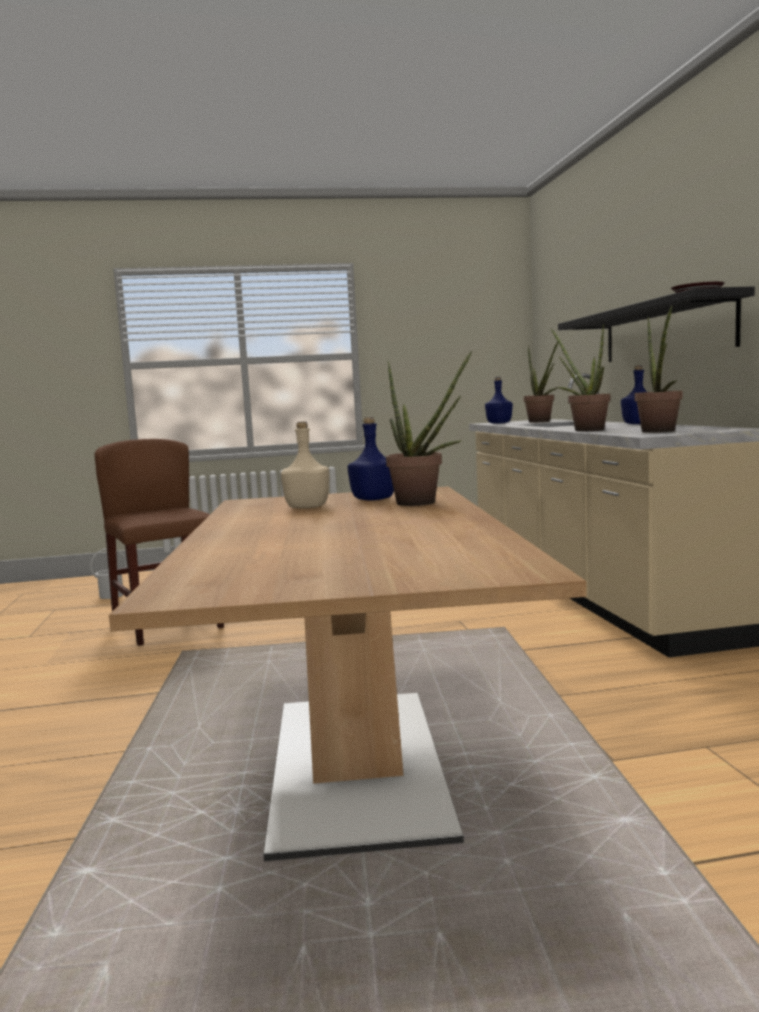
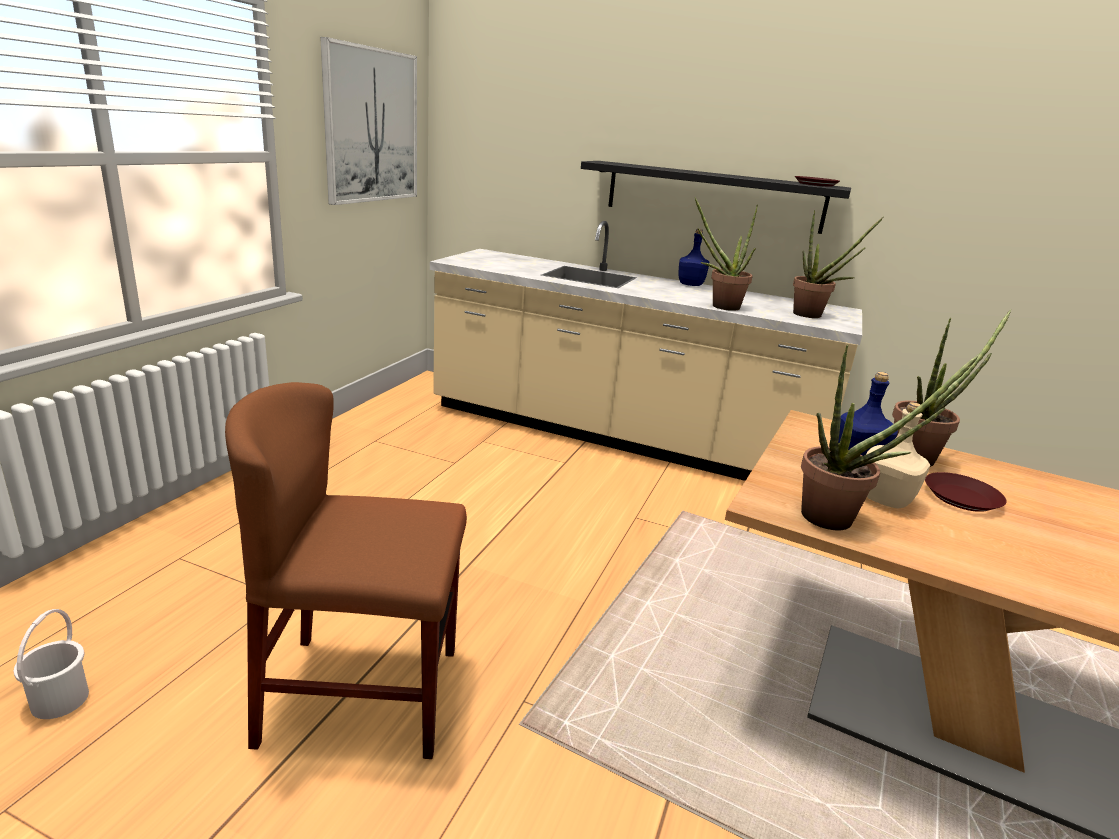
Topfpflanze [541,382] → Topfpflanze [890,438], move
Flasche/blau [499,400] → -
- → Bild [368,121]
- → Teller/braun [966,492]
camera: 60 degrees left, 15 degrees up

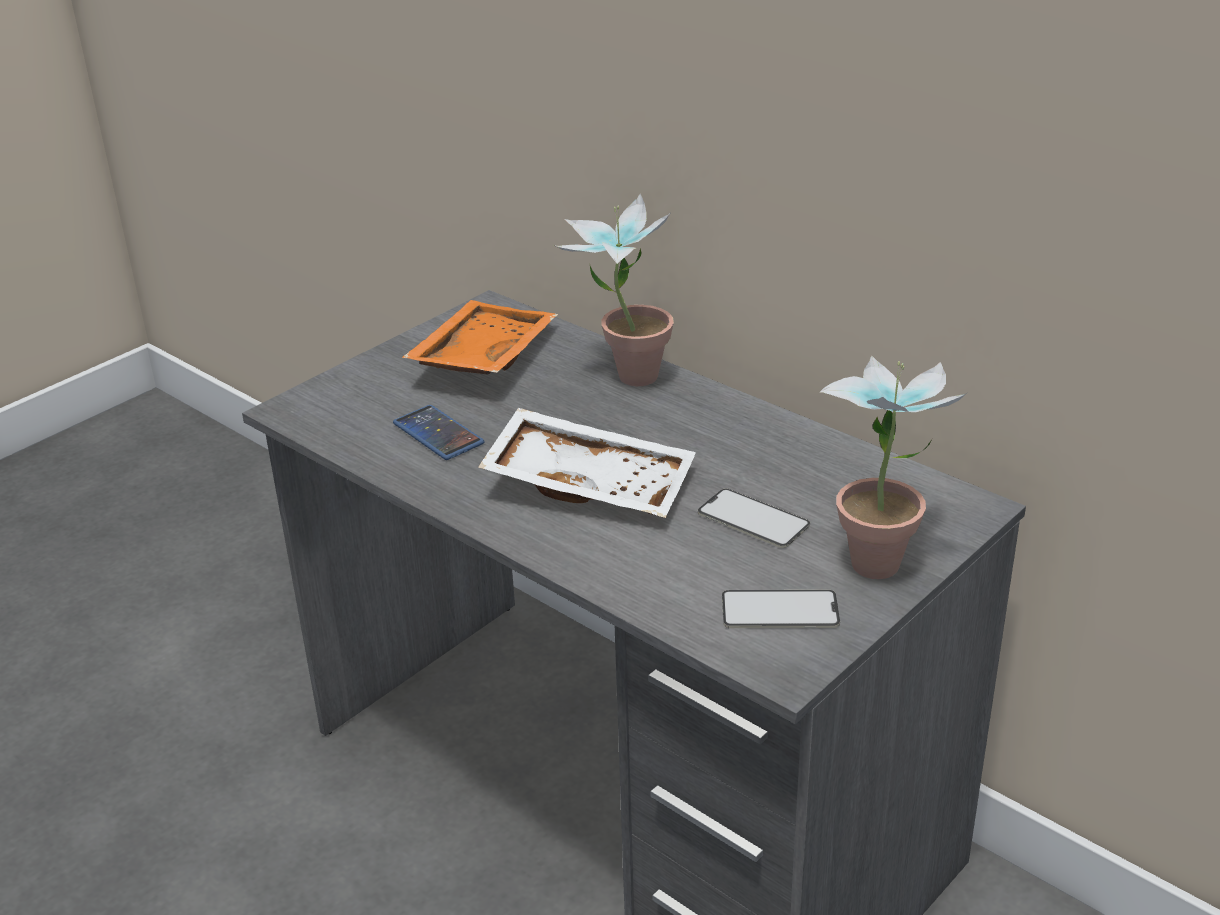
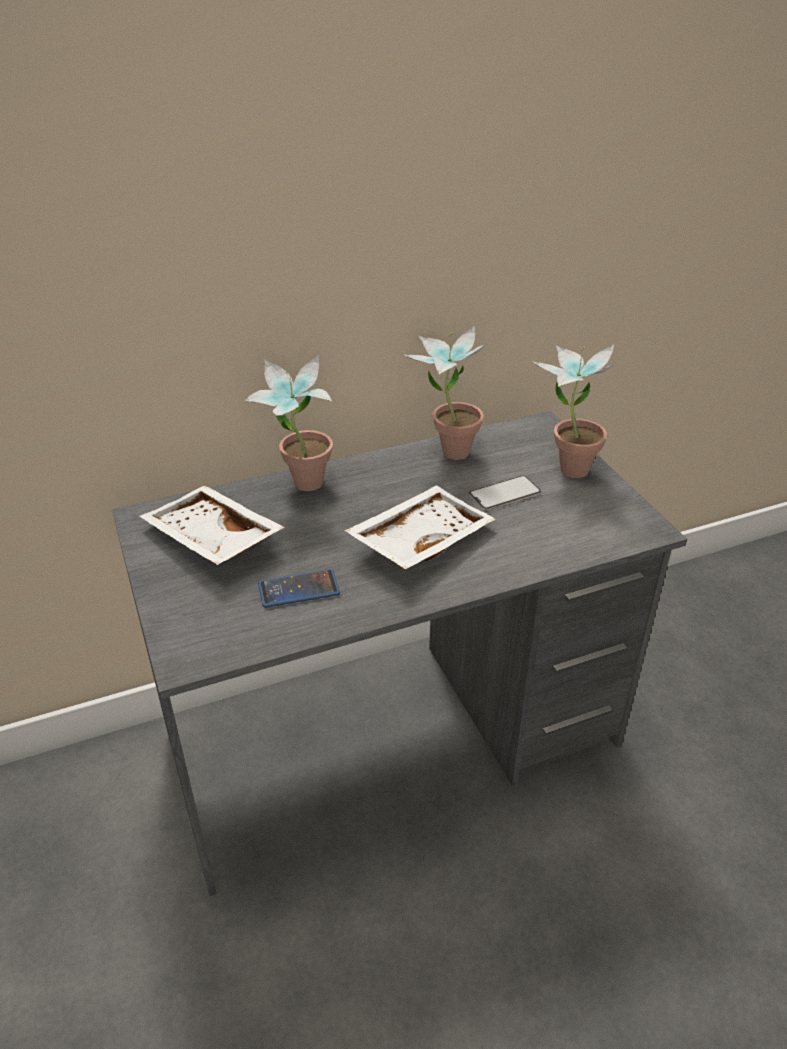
Tablett/orange [480,337] → Tablett/weiß [212,525]
Handy [781,609] → -
- → Topfpflanze [444,393]
camera: 65 degrees left, 5 degrees up

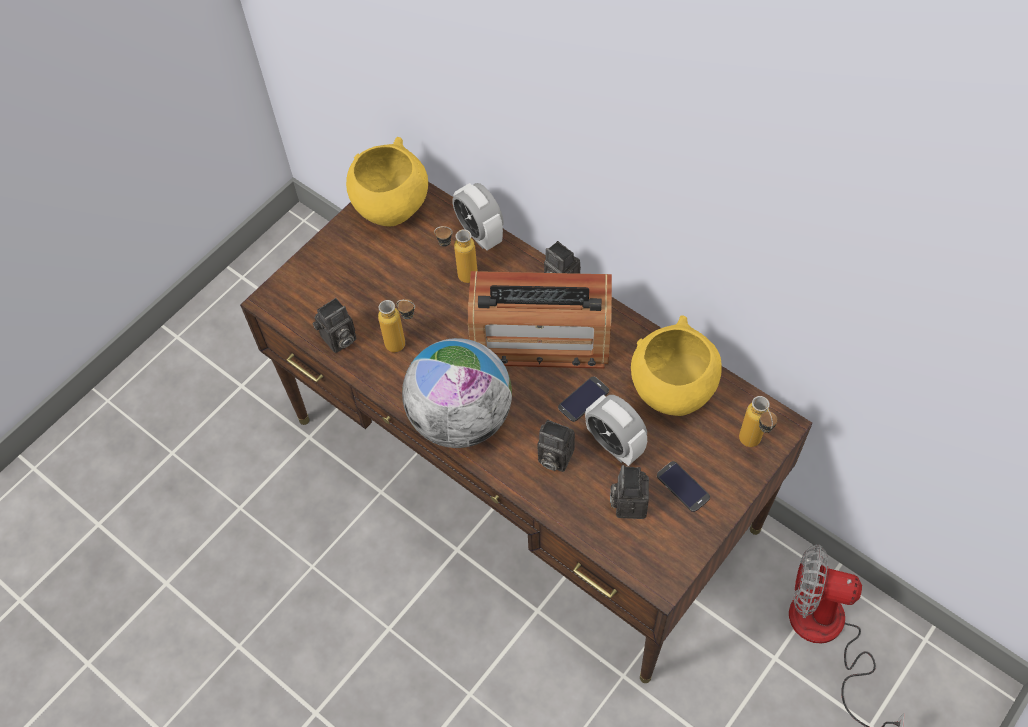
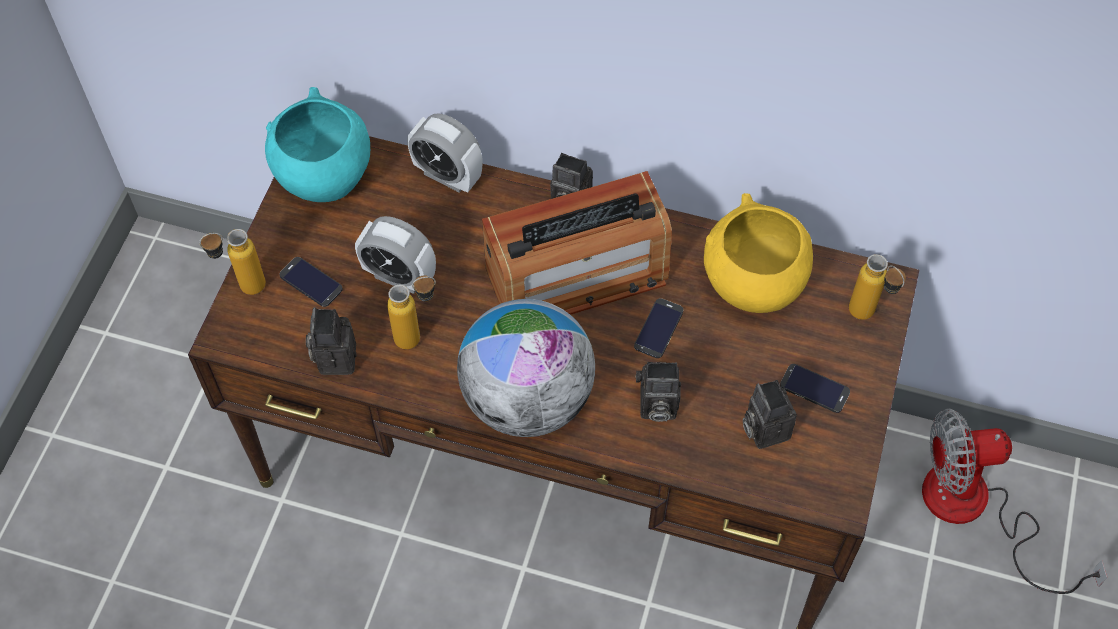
Schüssel/gelb [387,181] → Schüssel/türkis [317,144]
Flasche [456,254] → Flasche [232,262], move
Kamera [334,325] → Kamera [331,341], 150 degrees clockwise
Wecker [616,430] → Wecker [395,255], move
- → Handy [311,282]
camera: 25 degrees left, 0 degrees up

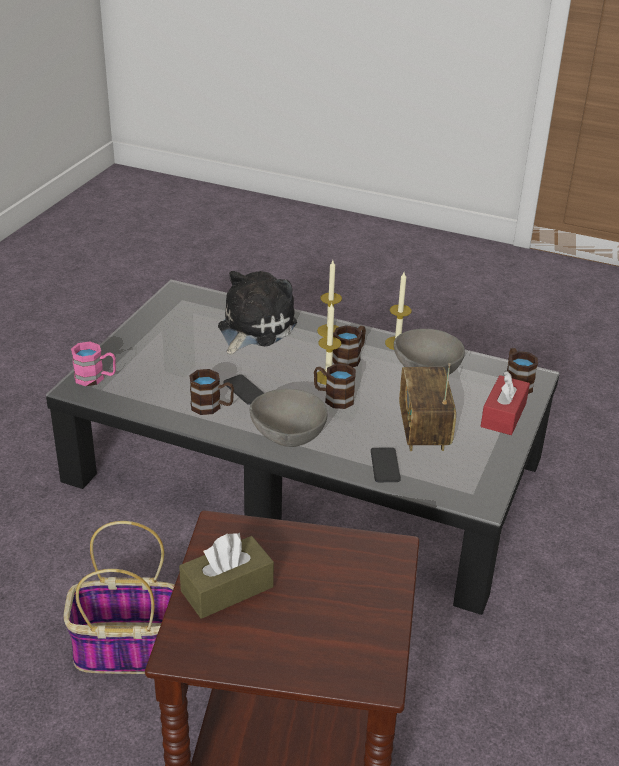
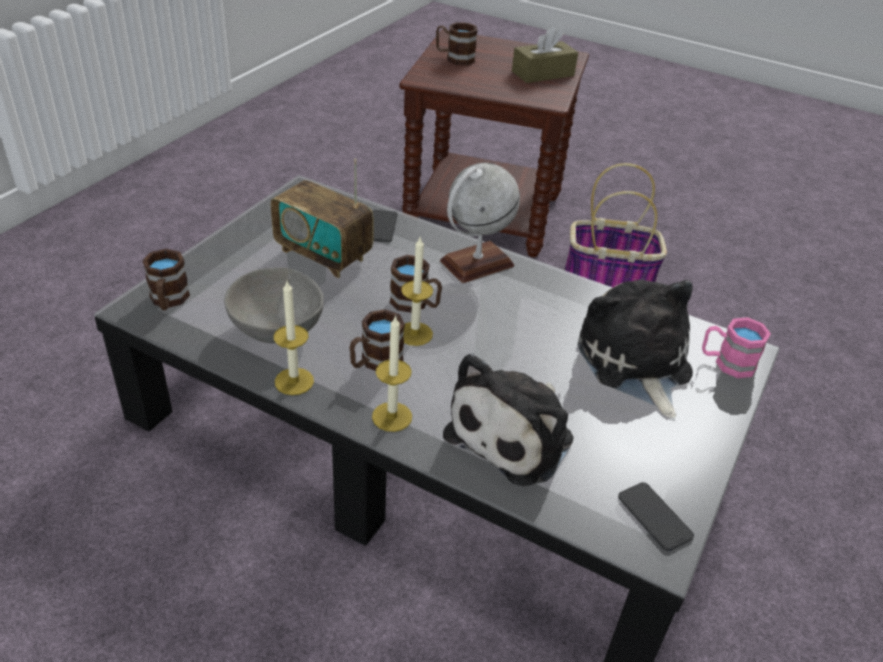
Radio [427,407] → Radio [322,218], 120 degrees clockwise
Henkelbecher/braun [211,392] → Henkelbecher/braun [457,43], move
Taschentuchbox/rot [505,403] → -
Handy [243,389] → Handy [656,516], move
Schüssel/grau [288,418] → Globus [480,223]
- → Plüschtier [635,348]
camera: 175 degrees left, 5 degrees up

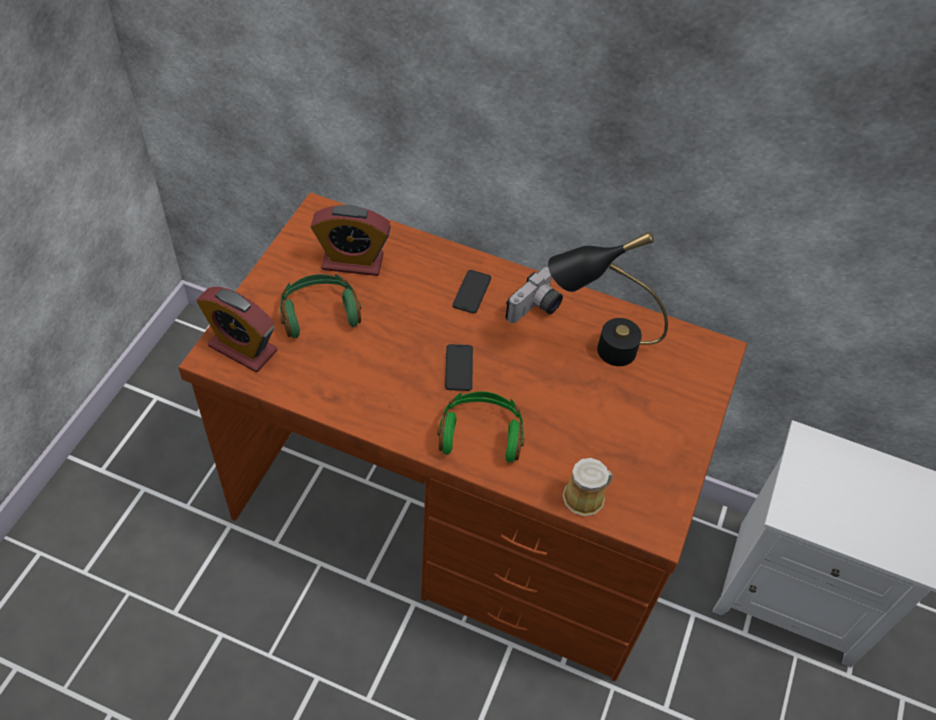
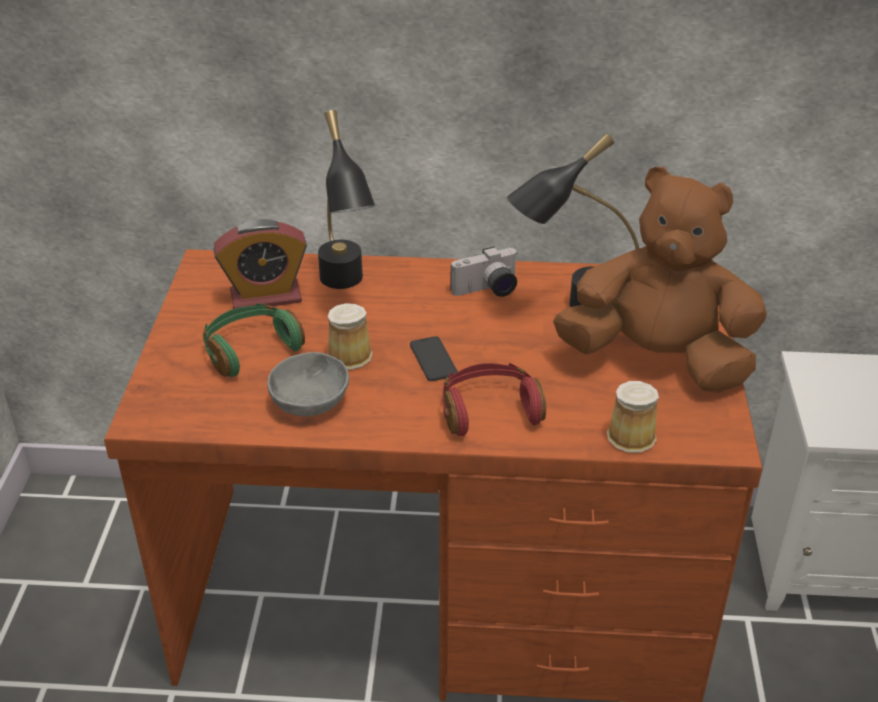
Kamera [534,295] → Kamera [484,271], 45 degrees clockwise
Handy [472,292] → -
Wecker [236,329] → -
Kopfhörer/grün [480,427] → Kopfhörer/rot [494,399]
- → Tischlampe/schwarz [346,199]
- → Plüschtier/braun [660,279]
- → Henkelbecher [350,336]
- → Schüssel/grau [308,384]
camera: 15 degrees left, 15 degrees down

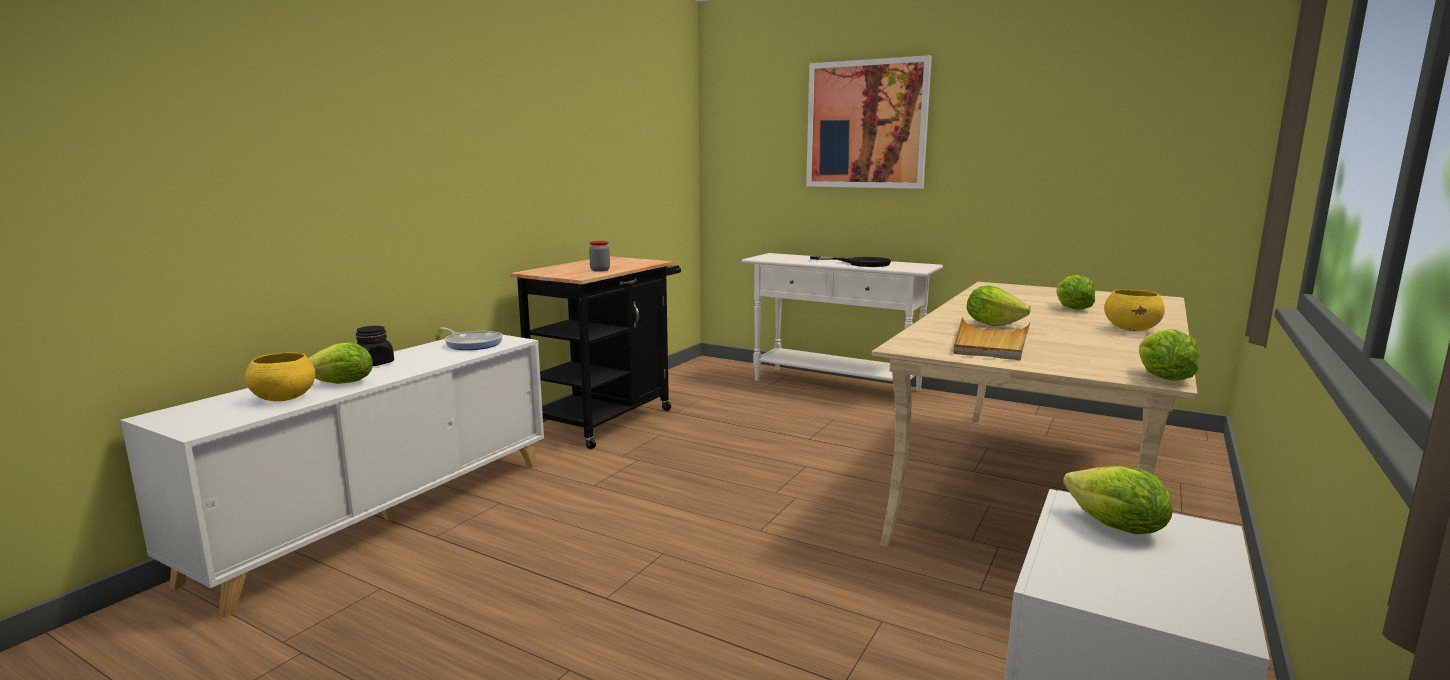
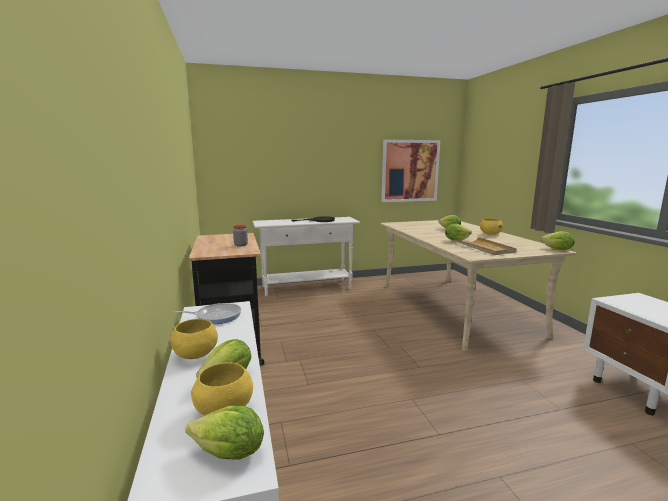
Bild [869,122] → Bild [410,170], move
Vorratsglas/schwarz [375,346] → Schüssel/gelb [194,339]
Salatkopf [1118,500] → Salatkopf [224,433], move
camera: 45 degrees left, 0 degrees up

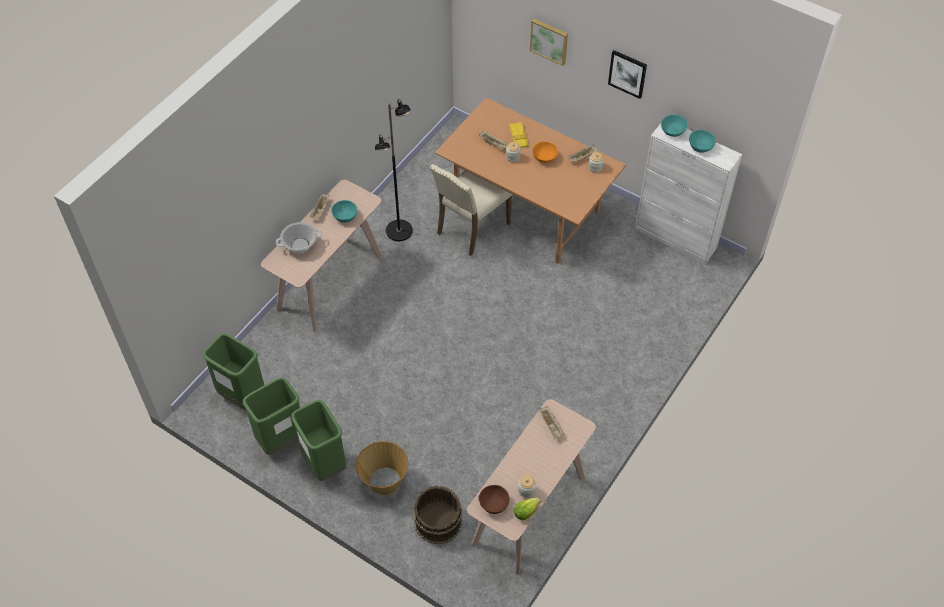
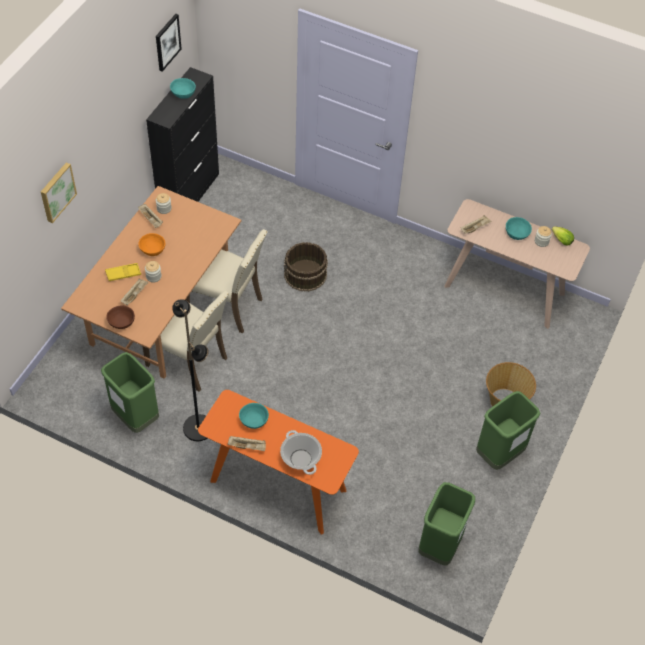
Bild [627,74] → Bild [168,43], move
Schüssel/türkis [674,126] → Schüssel/türkis [519,228], move
Schrank/weiß [688,193] → Schrank/schwarz [182,134]
Konsolentisch/beige [322,256] → Konsolentisch/orange [278,462]
Mülleimer/grün [271,416] → Mülleimer/grün [130,392], move
Schüssel/braun [494,499] → Schüssel/braun [120,317], move
Eimer/braun [438,515] → Eimer/braun [306,267], move
- → Stuhl/beige [227,281]
camera: 100 degrees left, 0 degrees up

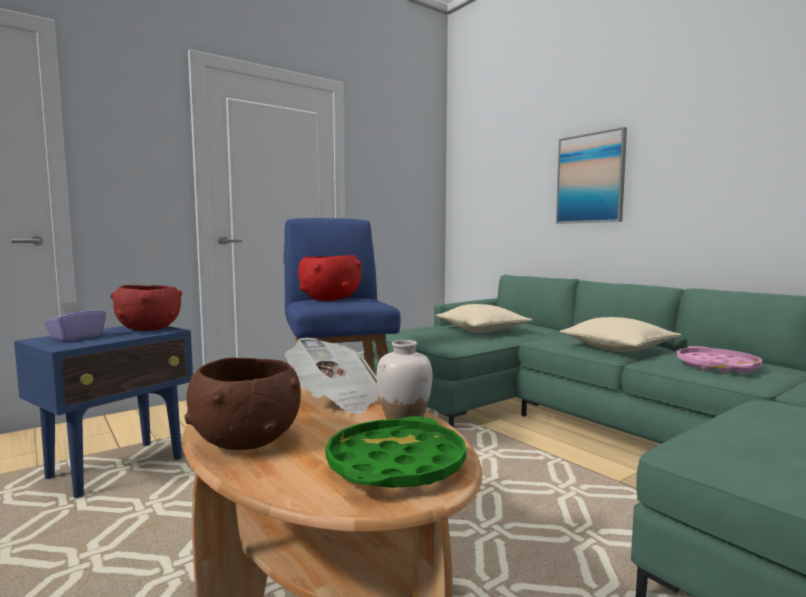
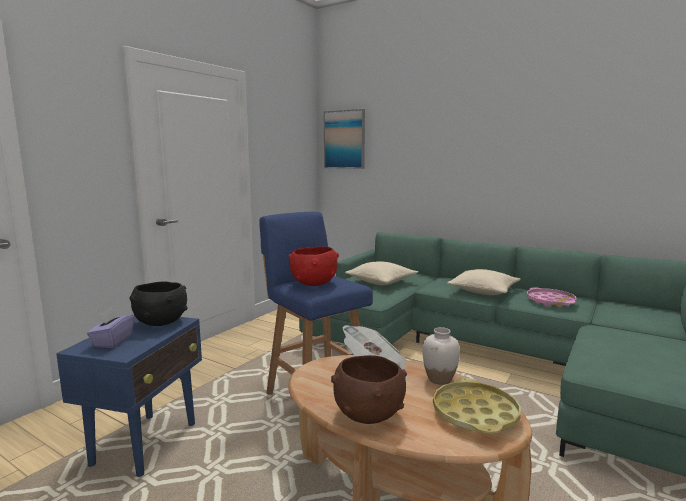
Bild [591,175] → Bild [344,139], move
Schüssel/rot [146,308] → Schüssel/schwarz [158,304]
Tablett/grün [395,452] → Tablett/gelb [477,406]
camera: 20 degrees left, 5 degrees up

